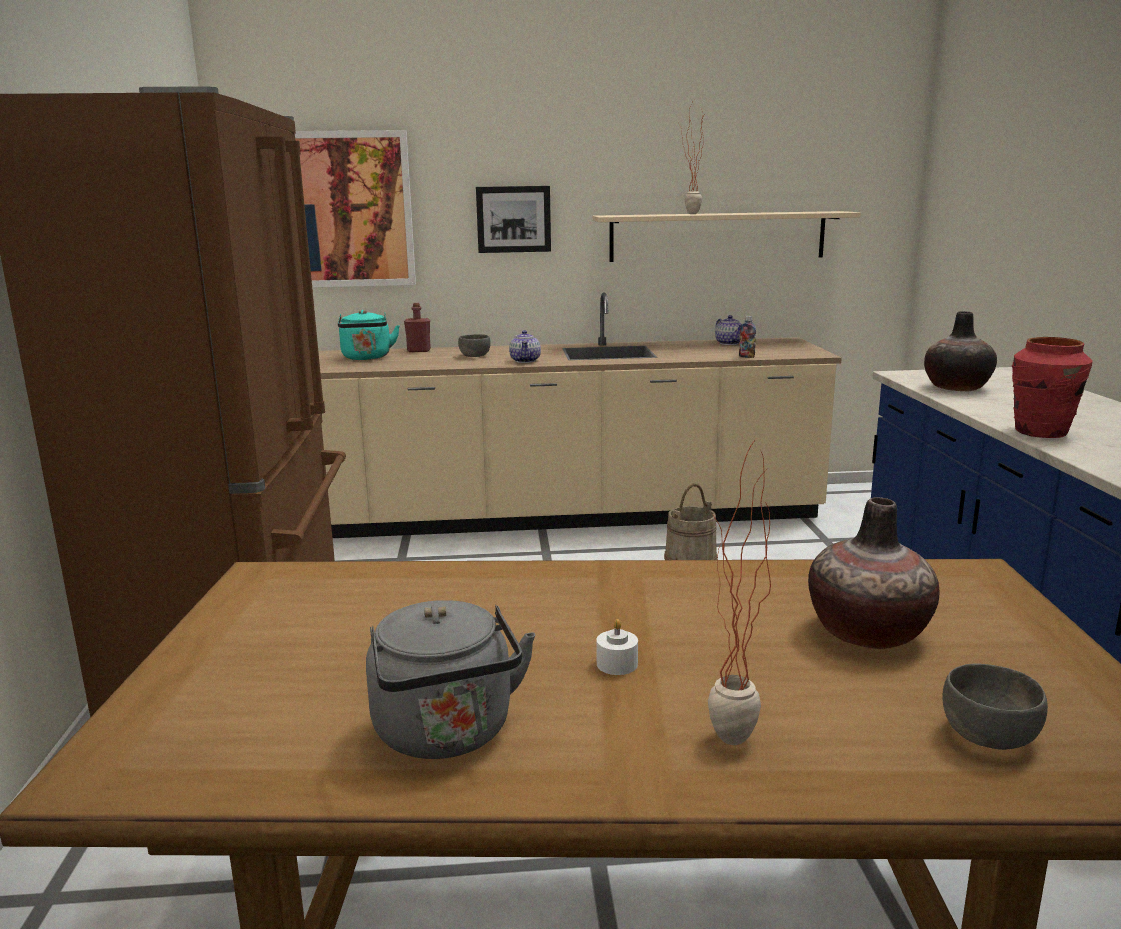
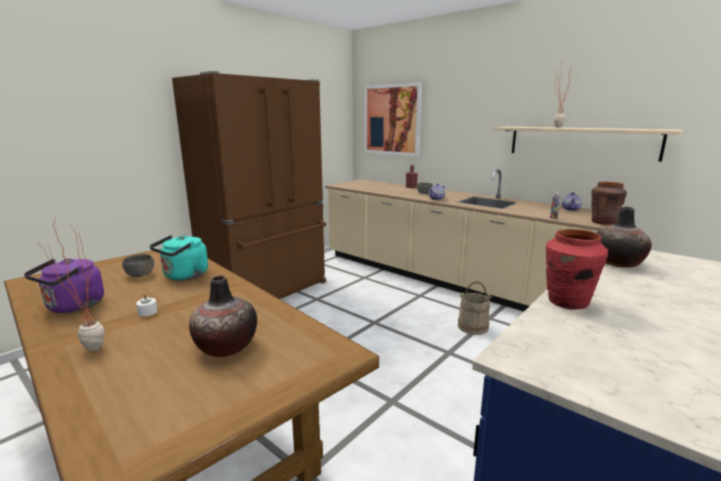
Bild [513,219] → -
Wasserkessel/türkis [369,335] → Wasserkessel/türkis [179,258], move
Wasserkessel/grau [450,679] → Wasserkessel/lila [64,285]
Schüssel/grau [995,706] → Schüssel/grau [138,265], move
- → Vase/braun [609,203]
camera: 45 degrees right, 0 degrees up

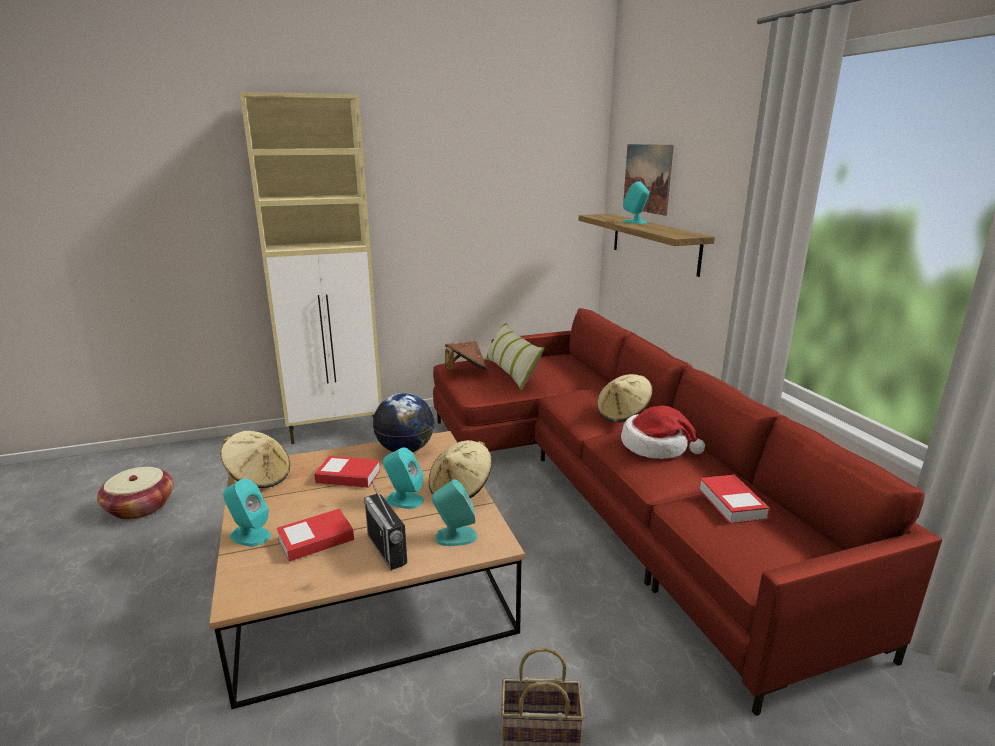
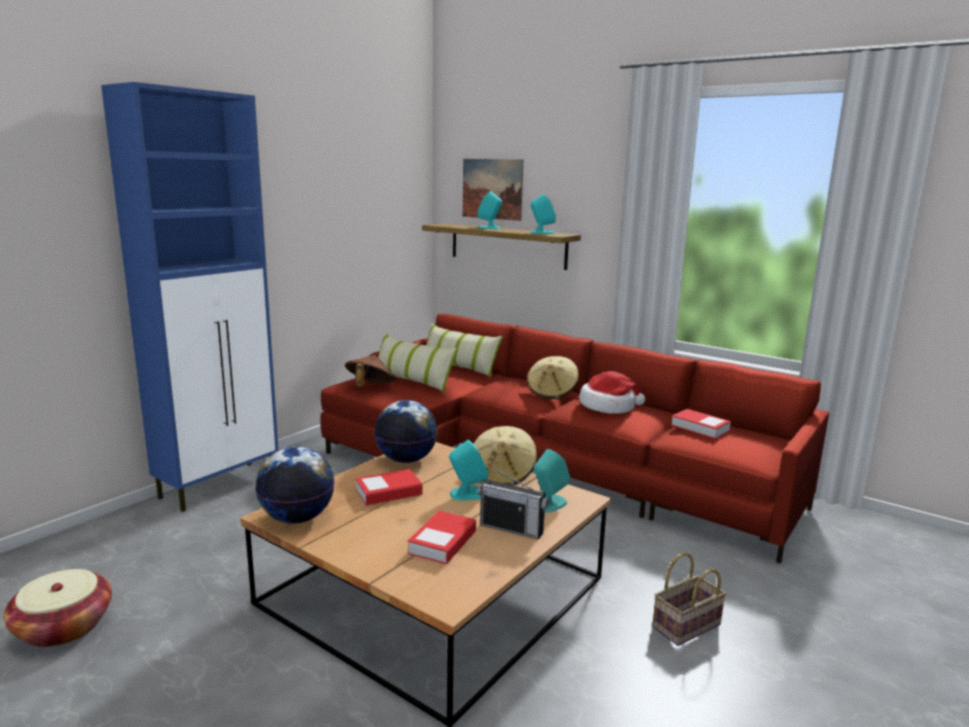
Schrank/beige [311,268] → Schrank/blau [190,297]
Hut/beige [255,459] → Globus [294,484]
Lautsprecher/türkis [247,512] → Lautsprecher/türkis [543,214], move
- → Kissen [464,350]
camera: 35 degrees left, 5 degrees down

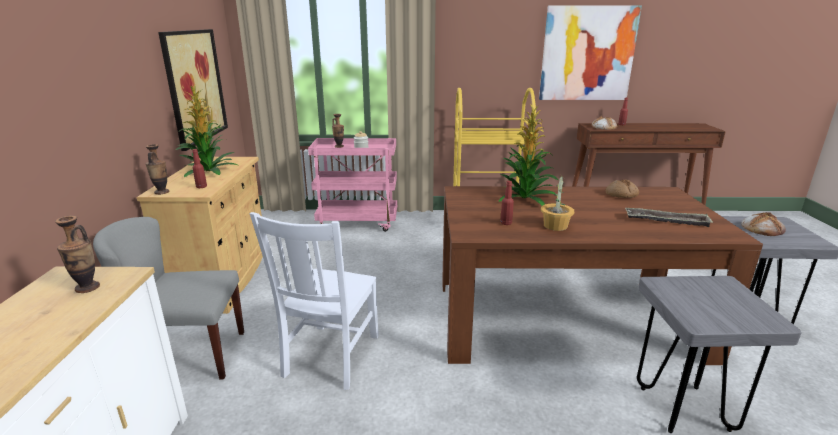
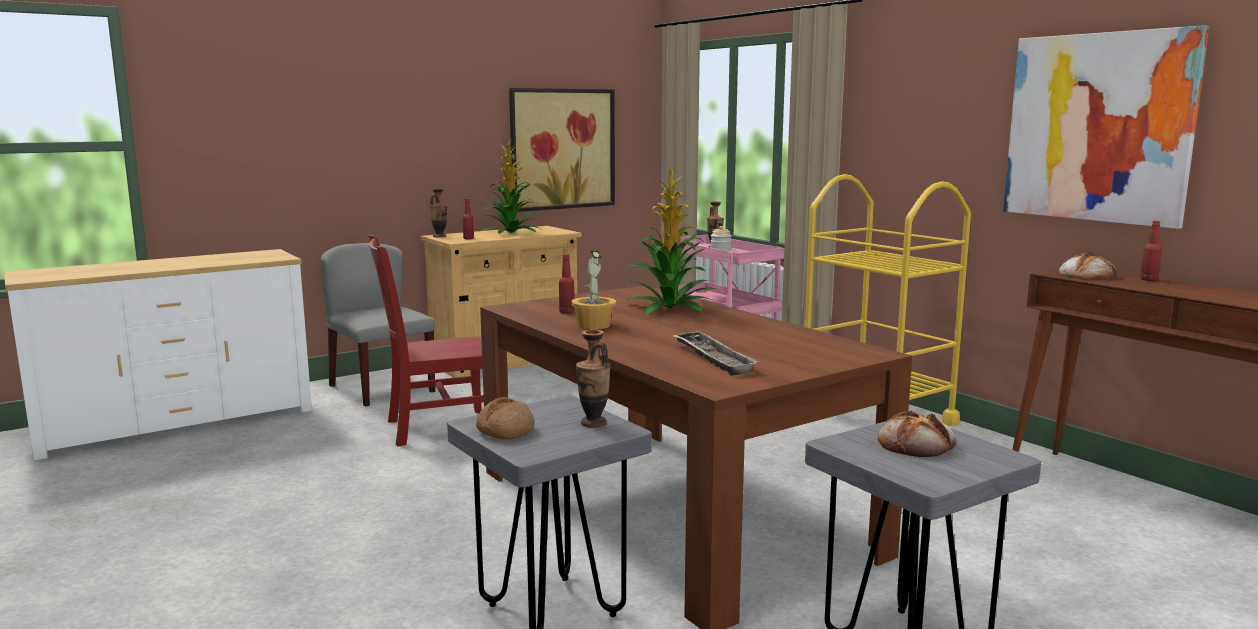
Brot [622,189] → Brot [505,418], move
Stuhl/weiß [314,301] → Stuhl/rot [426,341]
Vase [77,254] → Vase [593,378], move
camera: 55 degrees right, 10 degrees down

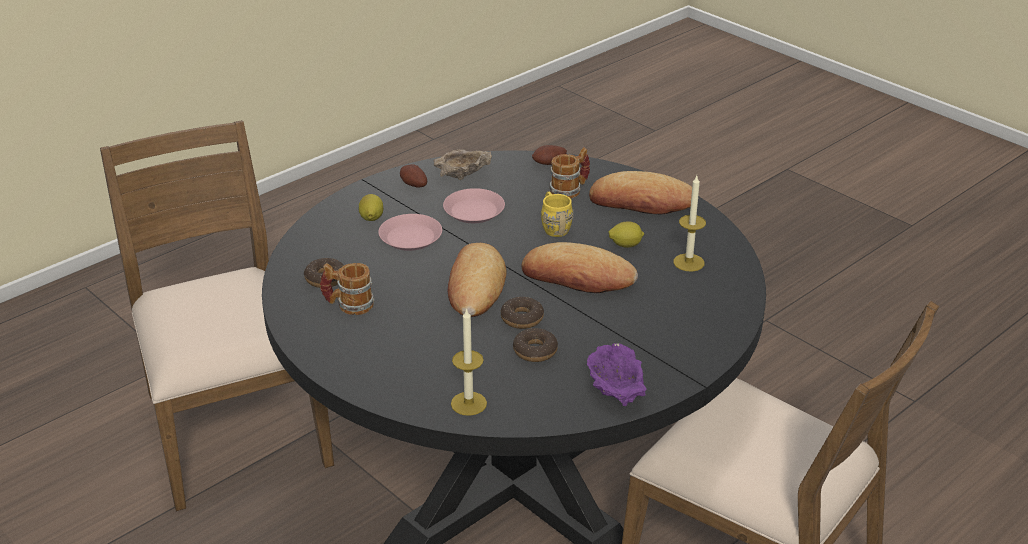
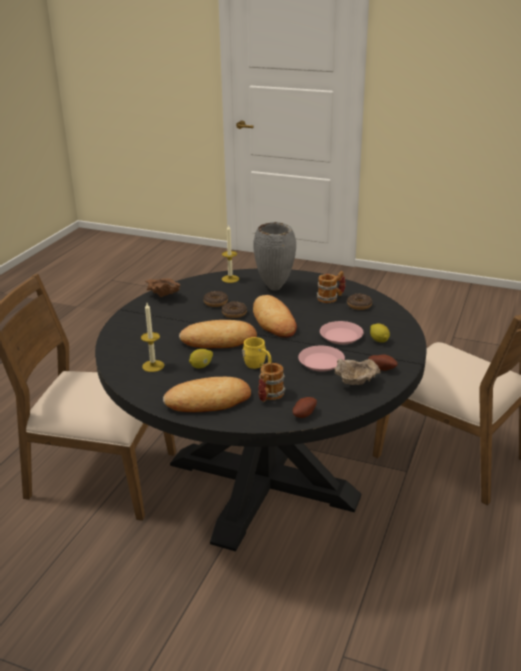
Schüssel/lila [617,374] → Schüssel/braun [162,287]
- → Vase/grau [274,256]
camera: 155 degrees right, 5 degrees down

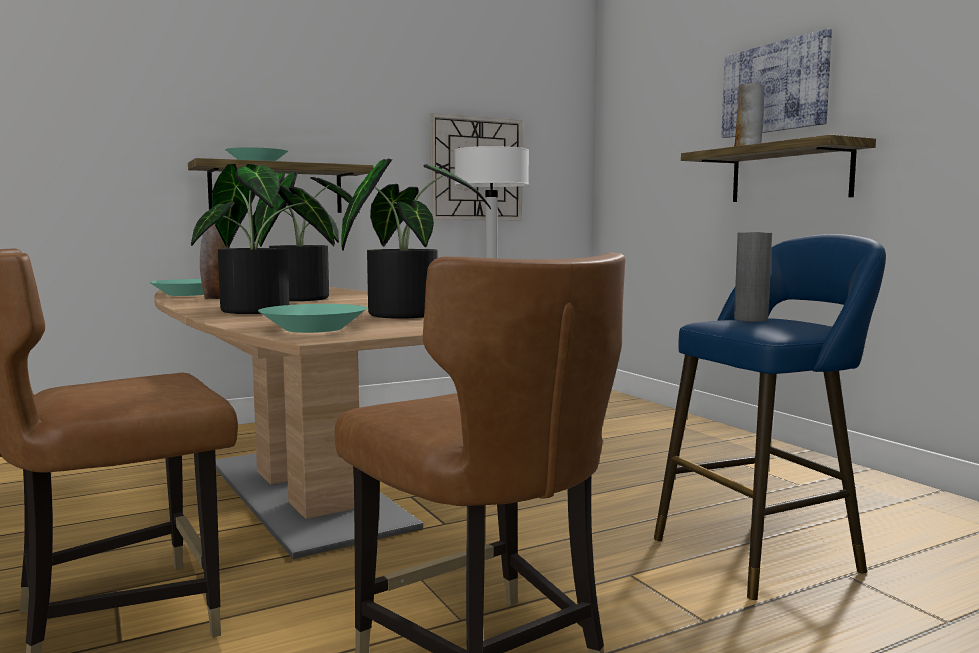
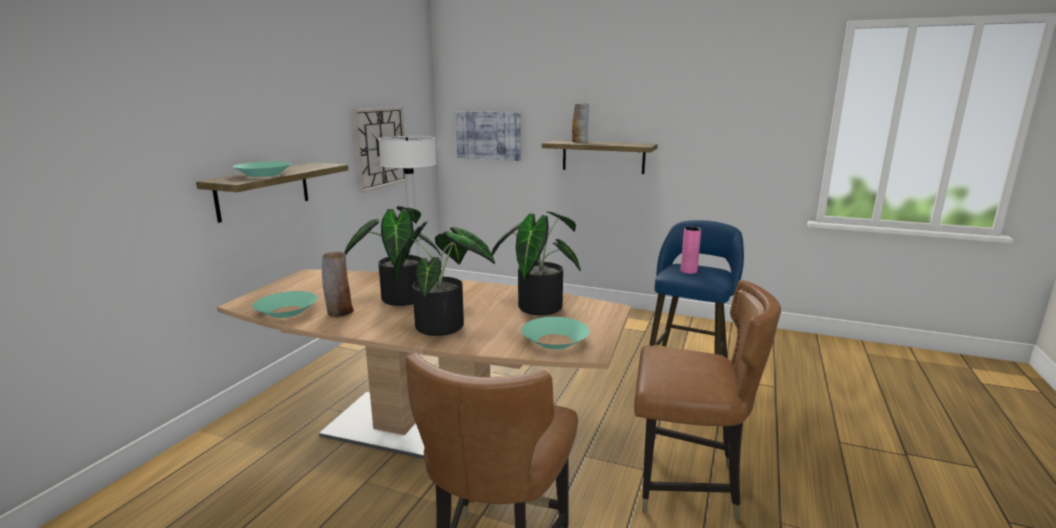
Bild [776,83] → Bild [488,136], move
Vase/grau [753,277] → Vase/rosa [691,250]
camera: 40 degrees left, 10 degrees up

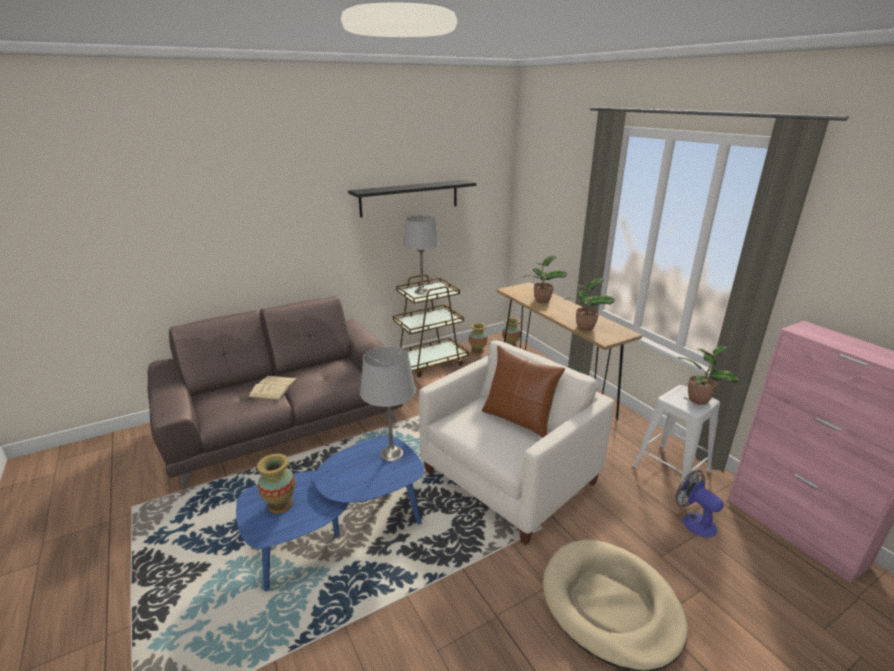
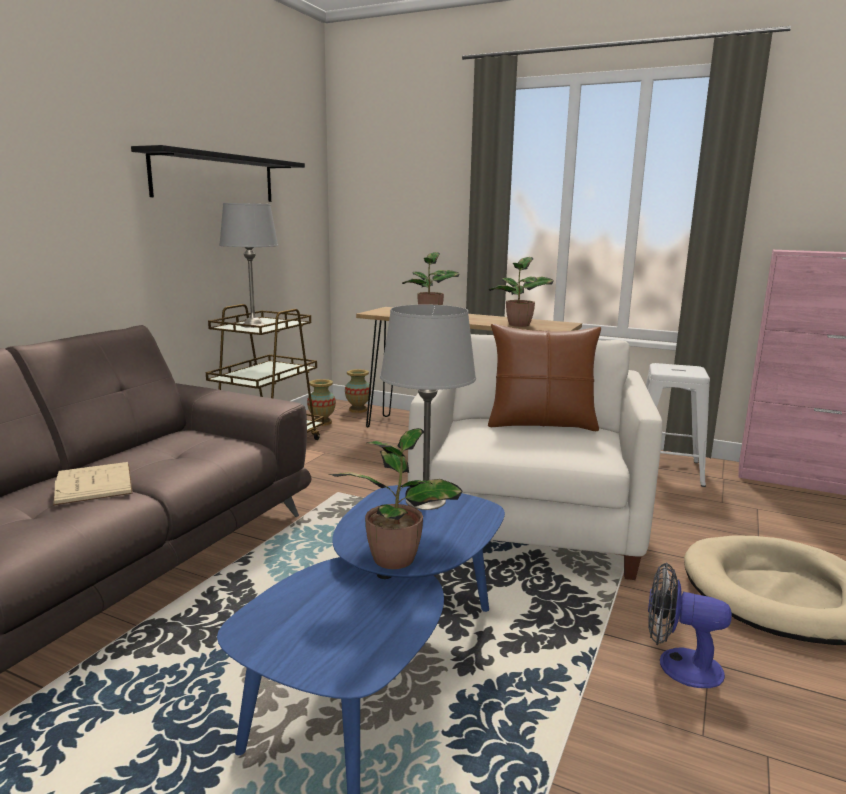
Topfpflanze [709,375] → Topfpflanze [395,498], move
Vase [276,484] → -
Ventilator [700,504] → Ventilator [690,625], move
camera: 35 degrees left, 10 degrees down

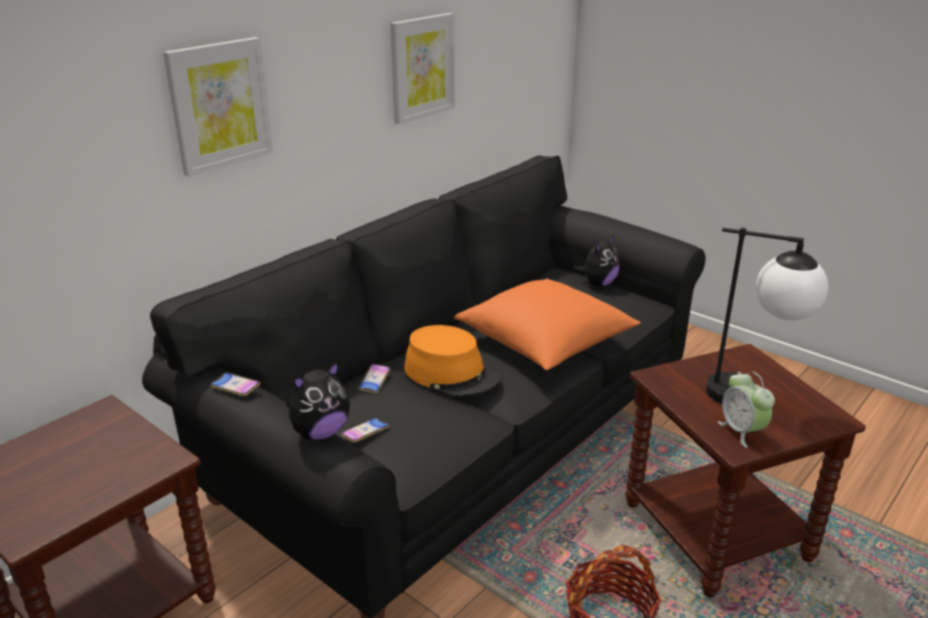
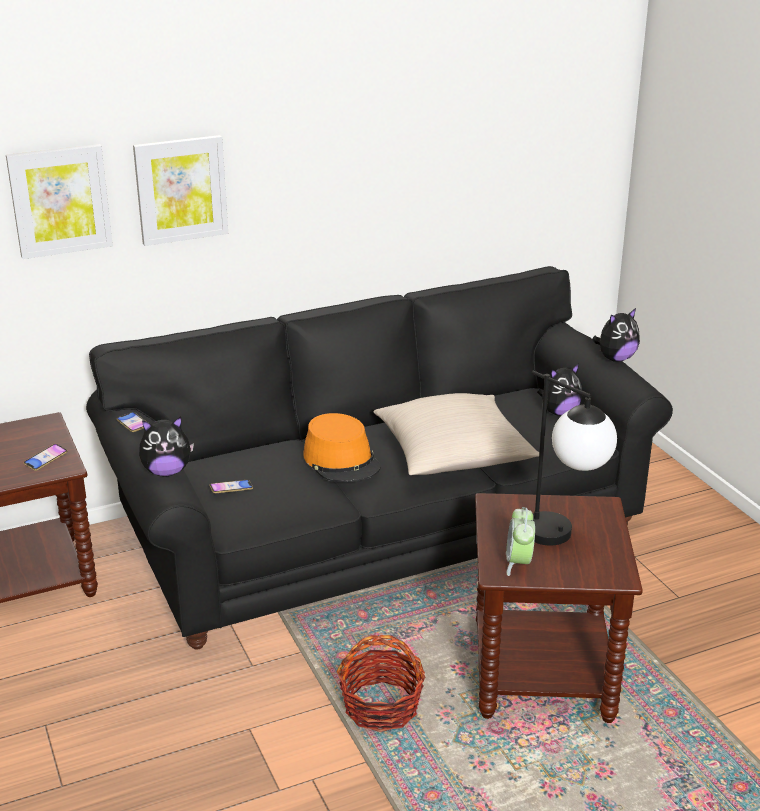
Bild [422,68] → Bild [59,201], move
Kissen/orange [547,324] → Kissen/beige [456,434]
Handy [374,378] → Handy [45,457], move
- → Plüschtier [616,335]
camera: 25 degrees right, 0 degrees up

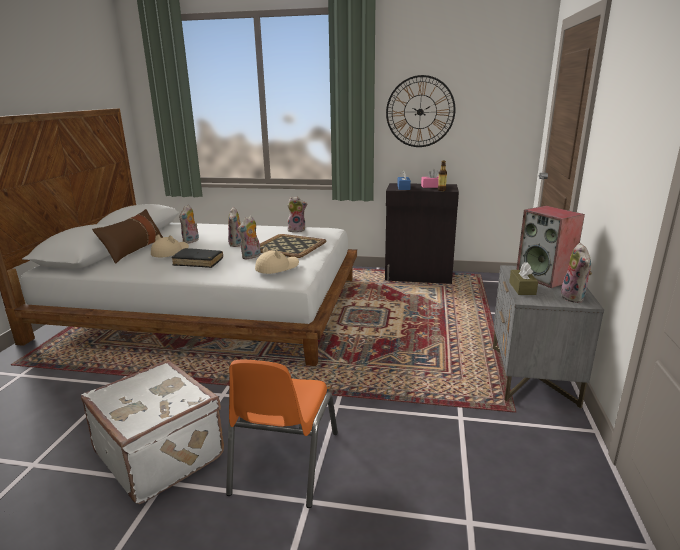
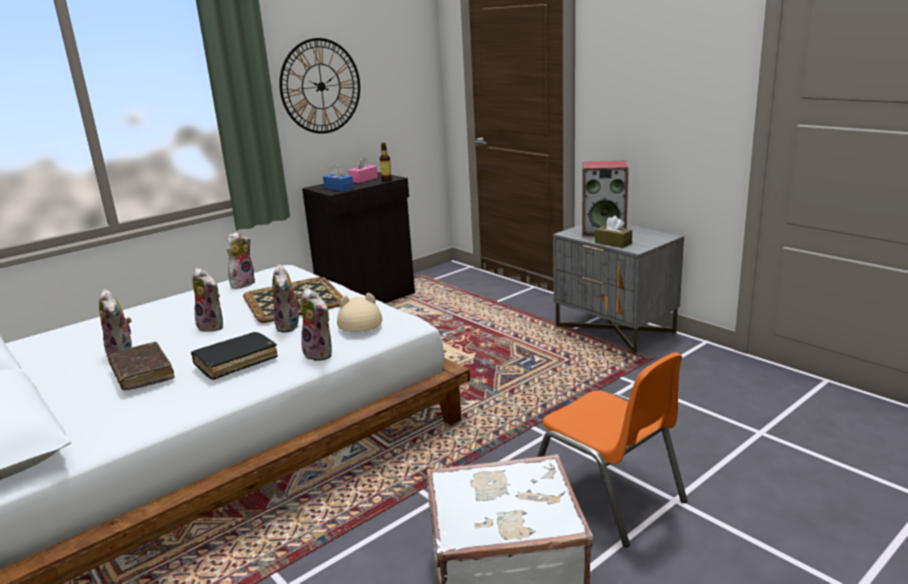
Kissen/braun [127,236] → -
Hut/beige [170,245] → Buch/braun [141,366]
Plüschtier [575,273] → Plüschtier [316,324], move
camera: 50 degrees left, 0 degrees up

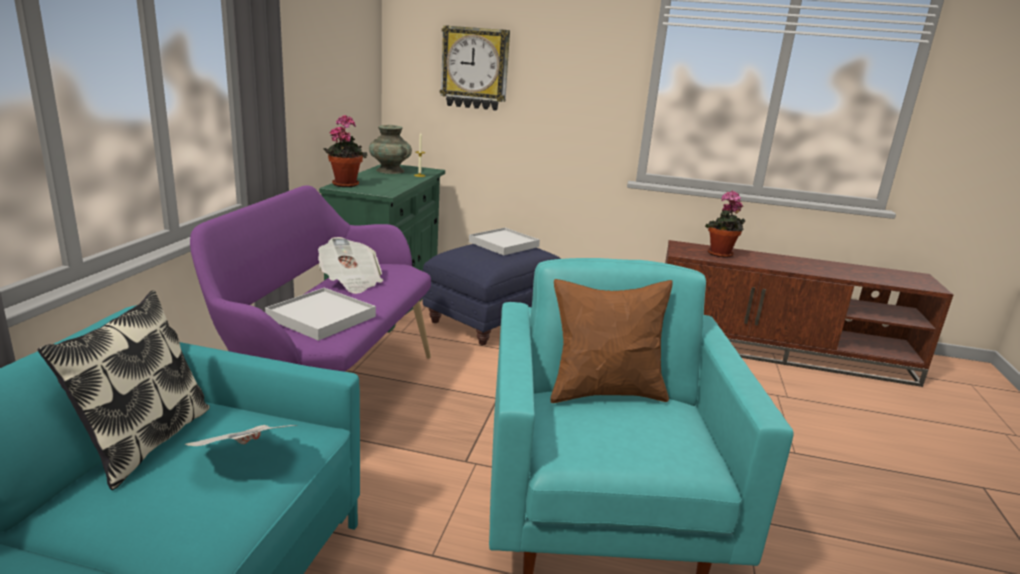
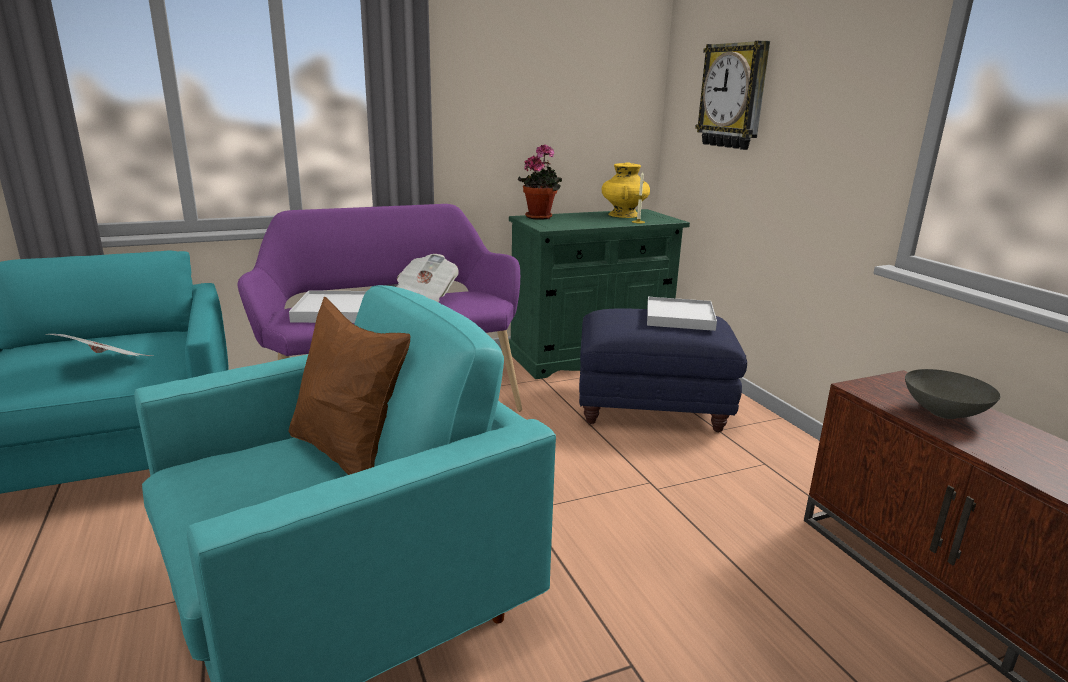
Vase/türkis [390,149] → Vase/gelb [626,190]
Topfpflanze [725,224] → Schüssel/grau [952,394]
Kissen [123,390] → -
camera: 55 degrees right, 0 degrees up

